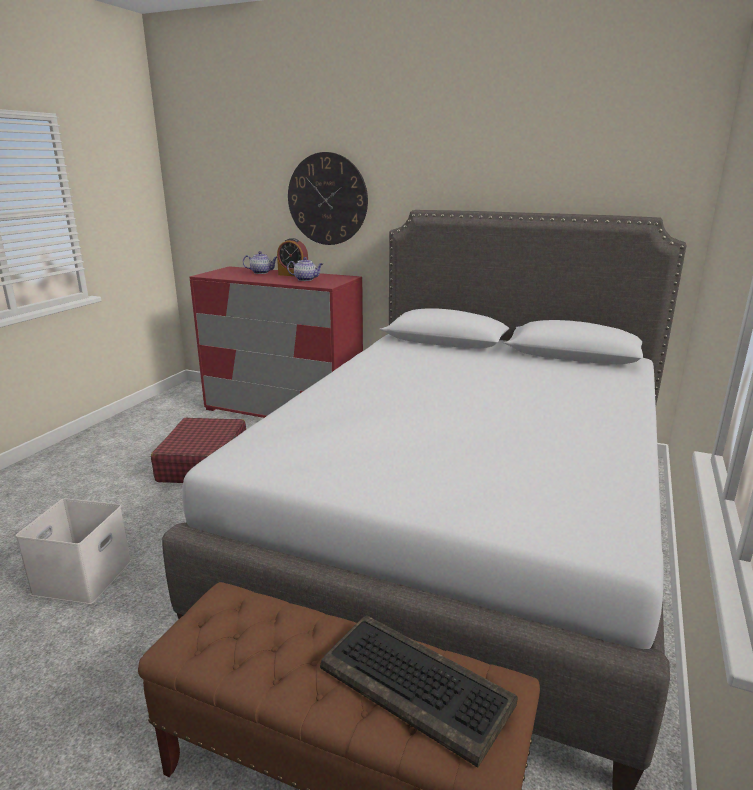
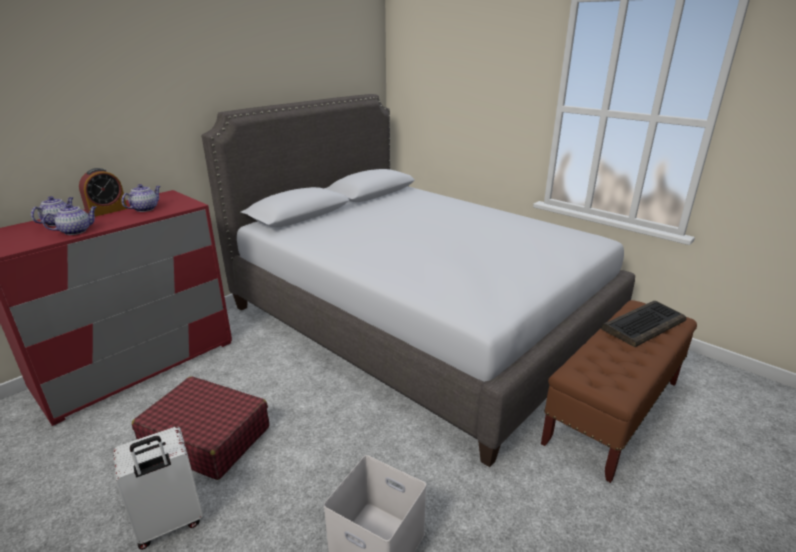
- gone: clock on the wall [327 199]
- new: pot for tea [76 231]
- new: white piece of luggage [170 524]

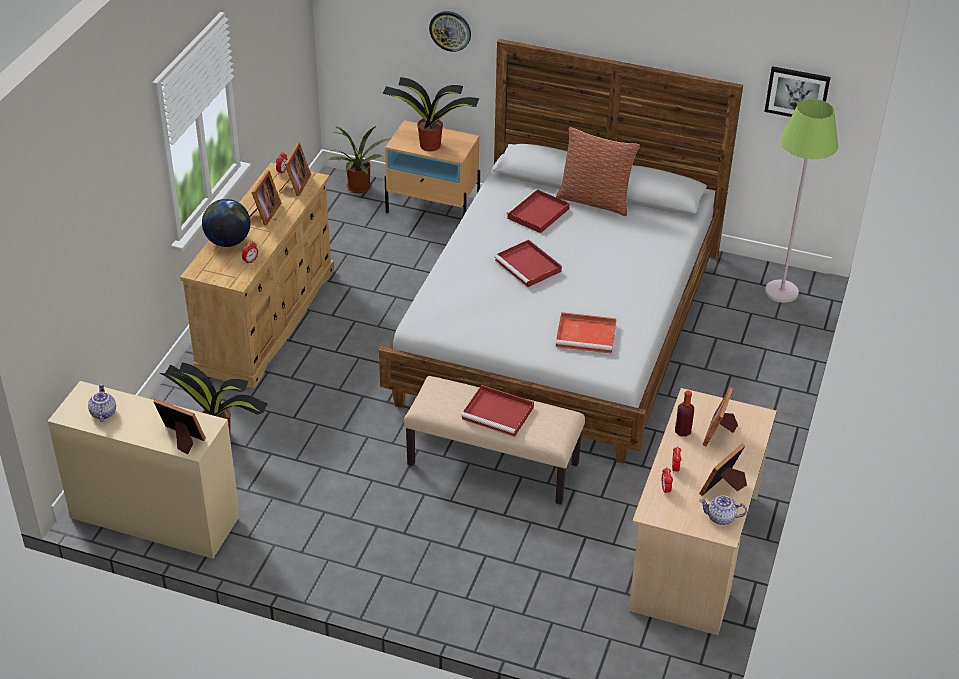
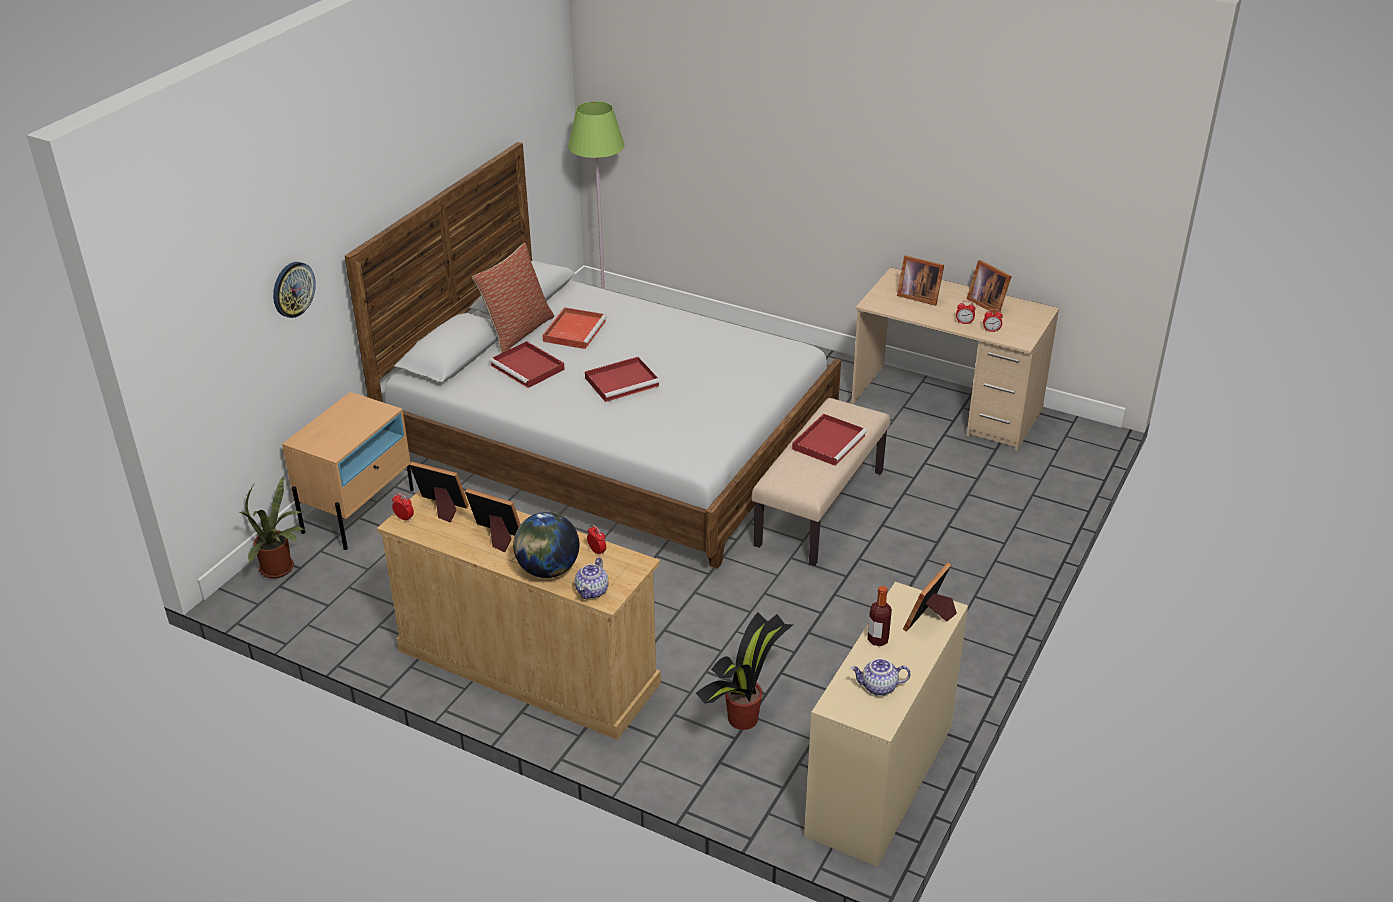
- gone: potted plant [429 145]
- shifted: red tray [587 335] to [574 330]
- shifted: beverage bottle [682 431] to [878 639]
- shifted: pot for tea [721 518] to [592 591]
- gone: wall picture [797 93]

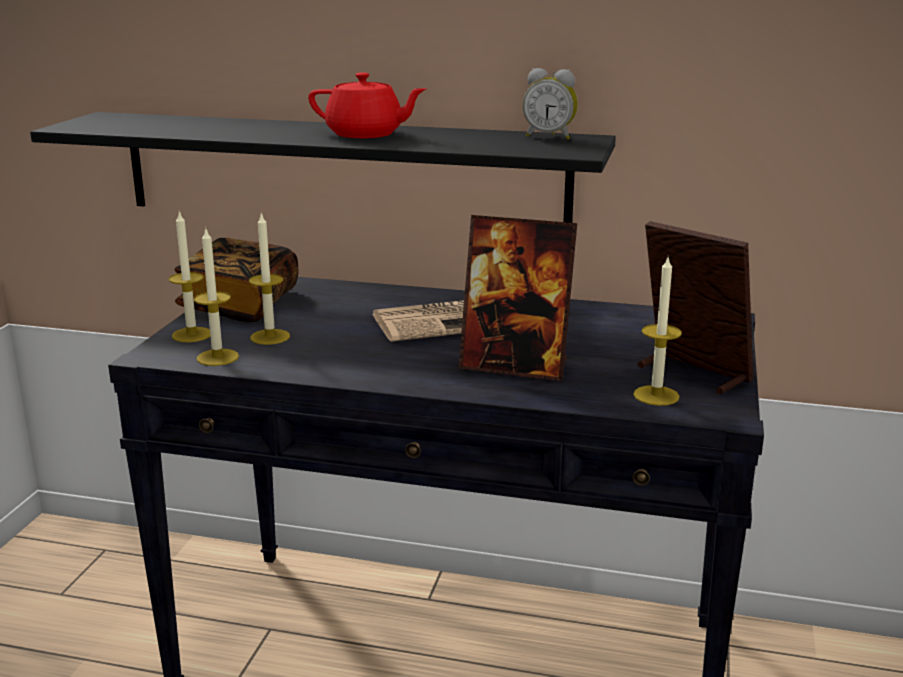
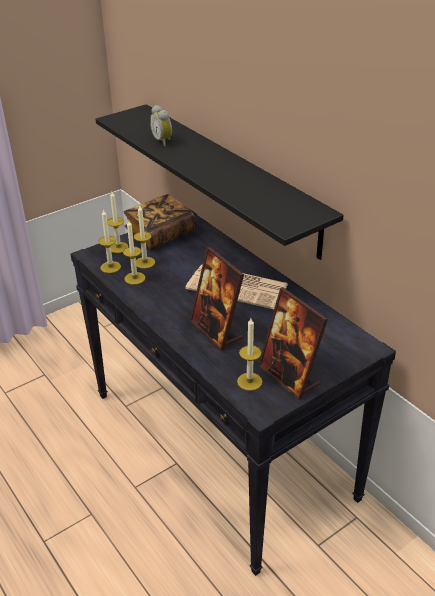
- gone: red pot for tea [366 134]
- shifted: bedside clock [549 136] to [163 141]
- rotated: photo frame [692 373] = [289 376] 150 degrees clockwise
- new: wax light [134 278]

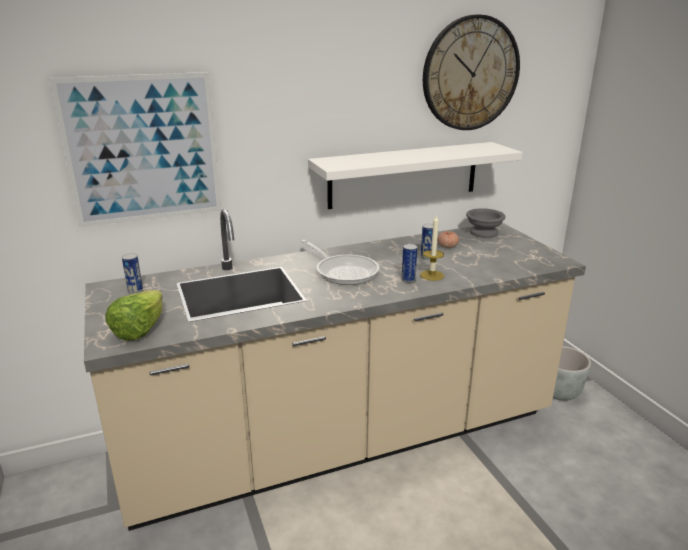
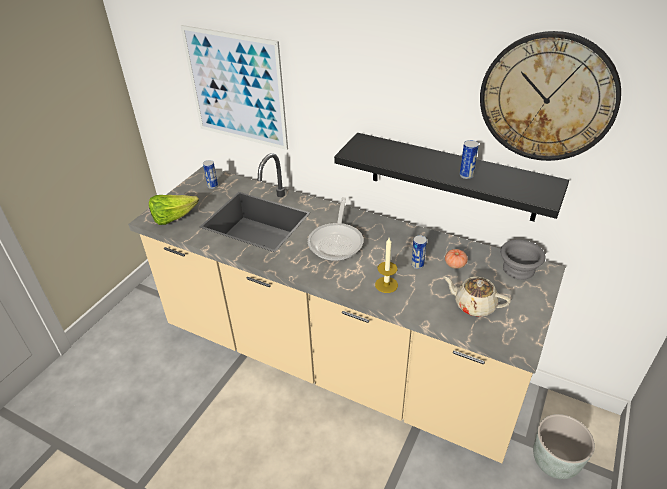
- repainted: white bracket shelf [404 175] to blackish bracket shelf [452 177]
- shifted: can [408 280] to [466 175]
- new: sand-coloured pot for tea [474 305]

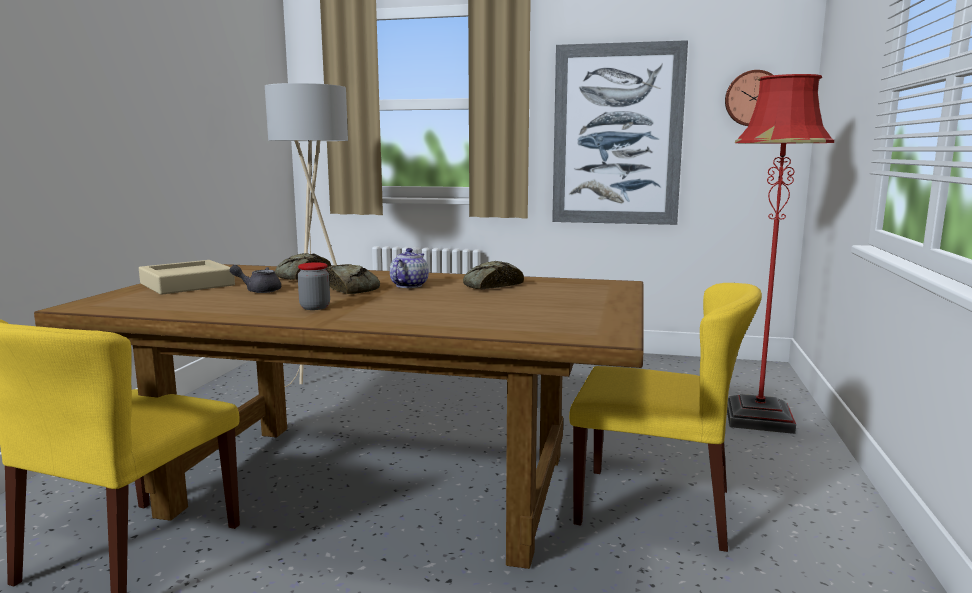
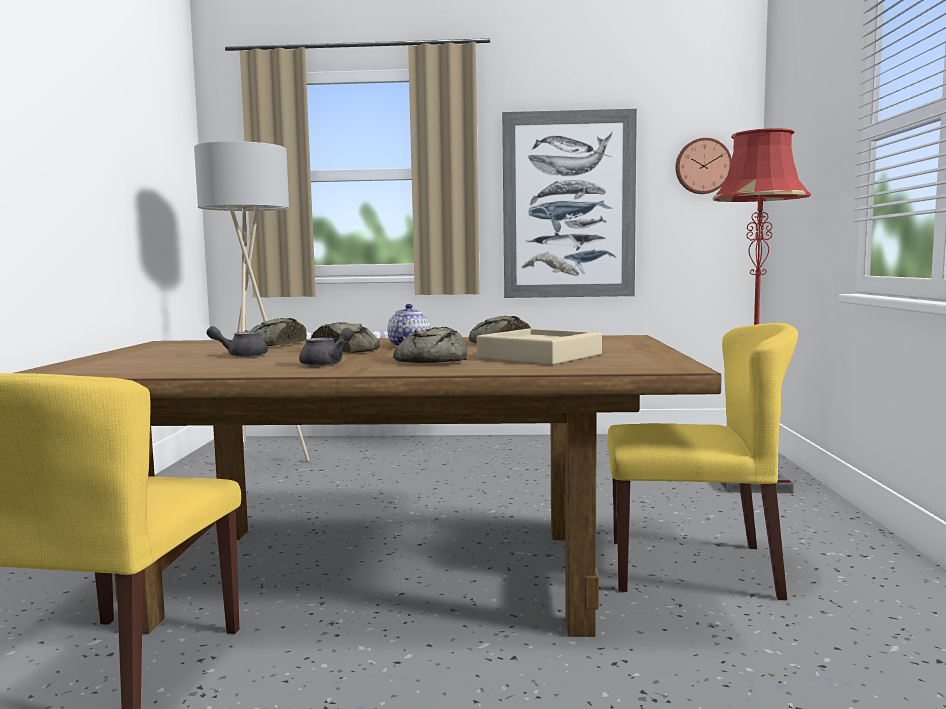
- shifted: sand-coloured tray [187 284] to [539 356]
- swapped: preserve jar [315 307] to grey pot for tea [327 363]
- new: bakery bread [430 361]

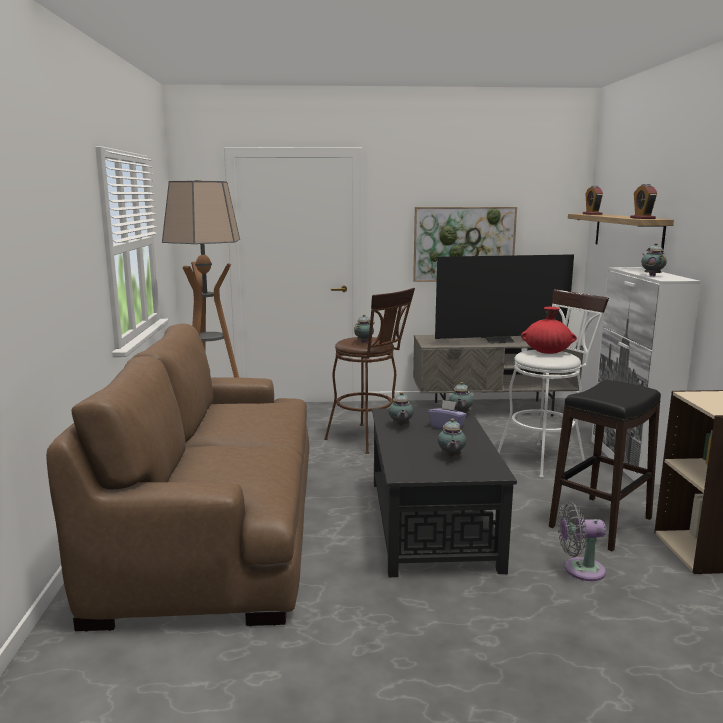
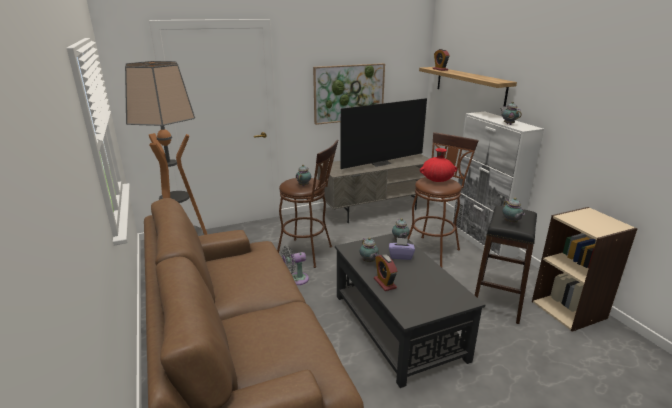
- shifted: pot for tea [451 457] to [511 222]
- repainted: white sitting stool [545 458] to brown sitting stool [433 249]
- shifted: grey fan [580 570] to [295 279]
- shifted: bedside clock [642 218] to [385 283]

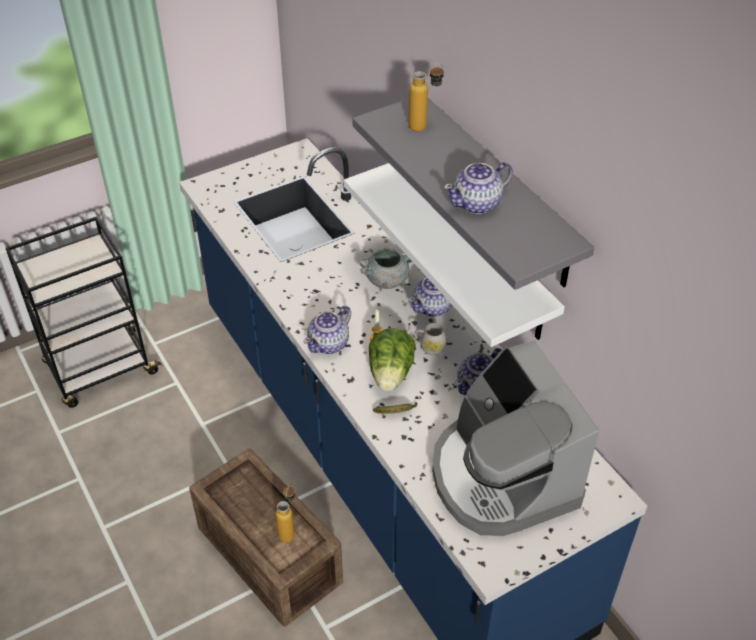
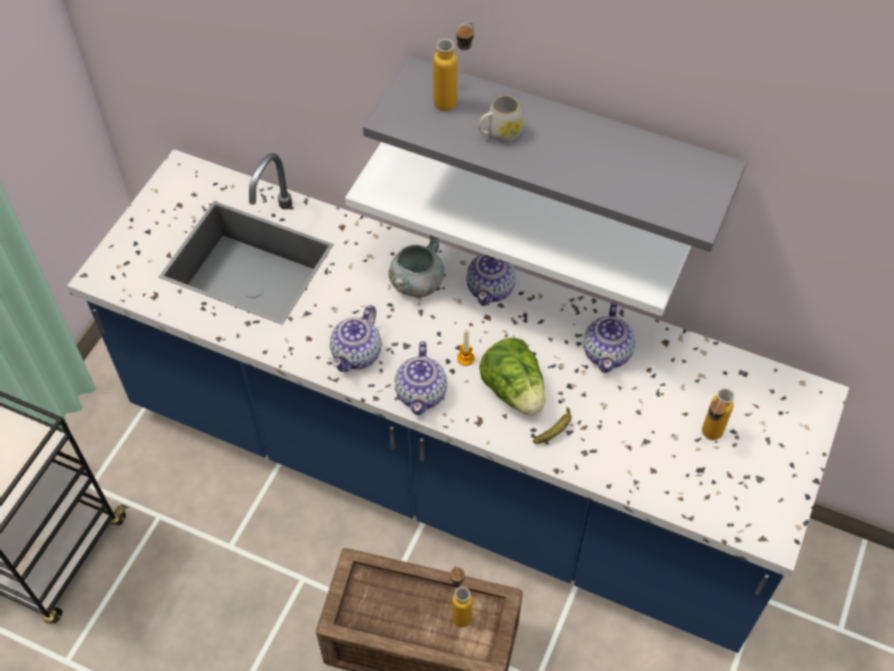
- shifted: white mug [429 347] to [499 134]
- swapped: coffee maker [502 477] to beverage bottle [708 438]
- shifted: pot for tea [477 203] to [357 353]

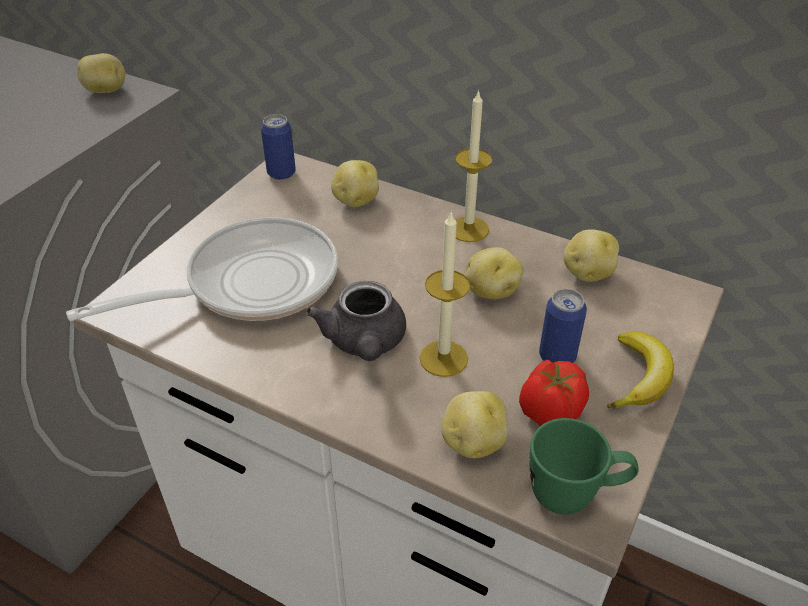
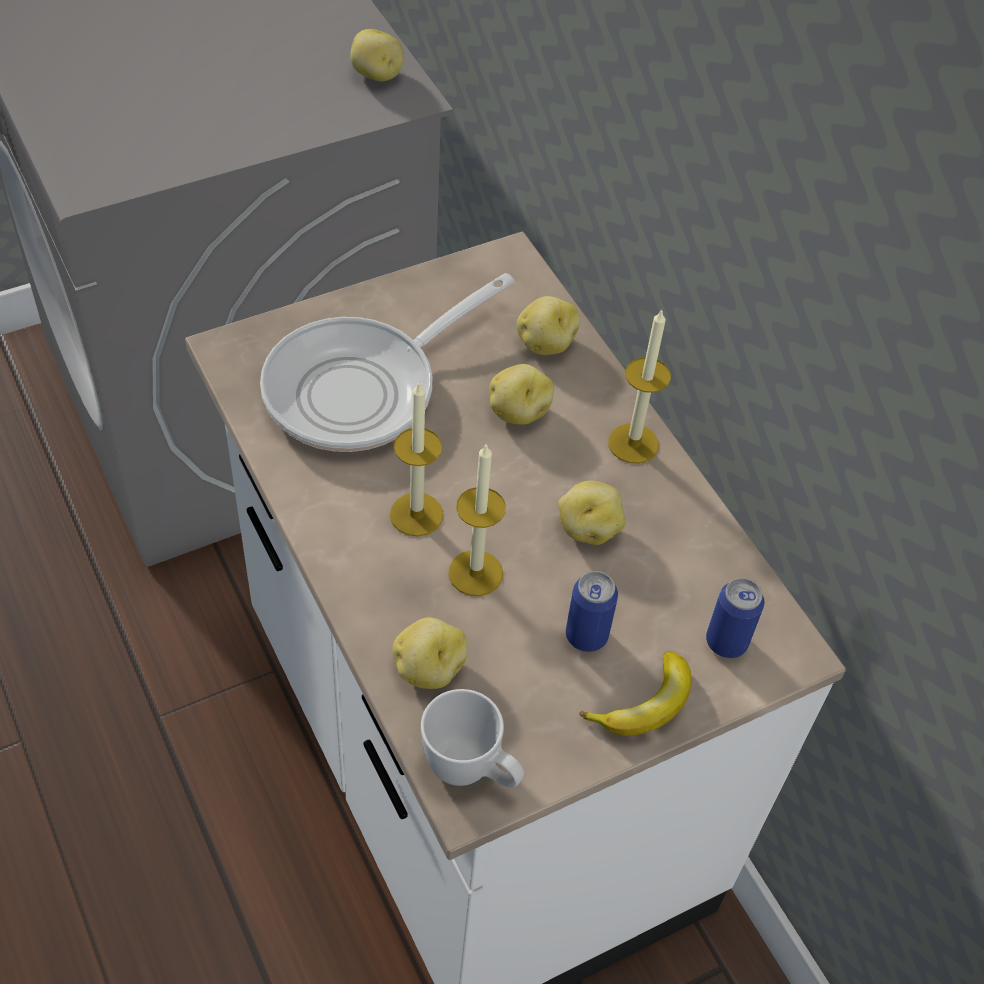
- rotated: pan [249 283] = [363 388] 135 degrees clockwise
- shifted: can [281 173] to [726 642]
- swapped: grey pot for tea [364 343] to wax light [416 514]
- gone: tomato [549 412]
- repainted: green-coloured mug [575 495] to white mug [472 771]
- shifted: potato [587 273] to [518 411]

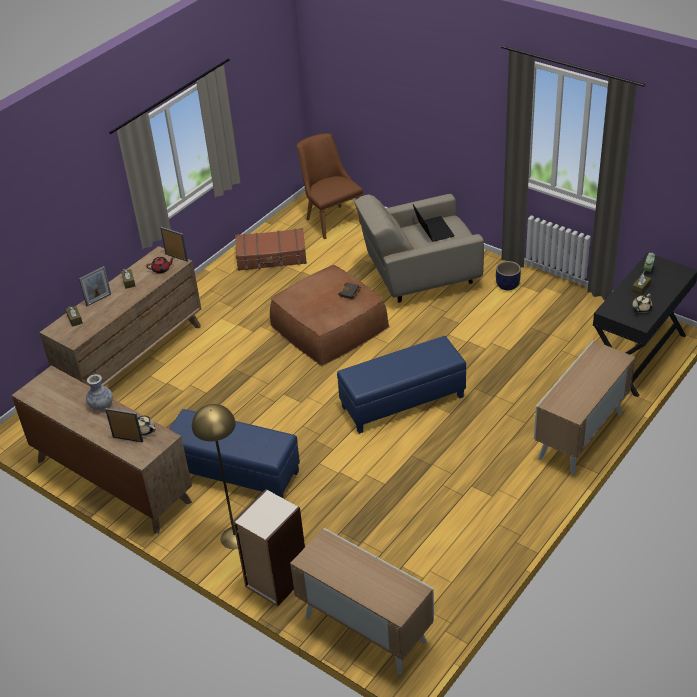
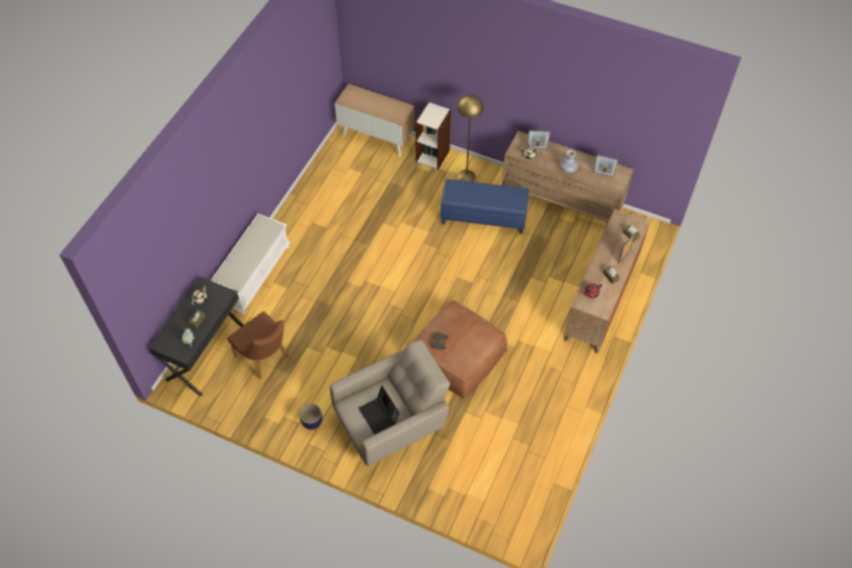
- shifted: photo frame [176 257] to [603 174]
- gone: brown piece of luggage [272 257]
- shifted: brown chair [330 219] to [266 359]
- gone: blue ottoman [402 402]
- swapped: cupboard [581 436] to white long seat [254 274]

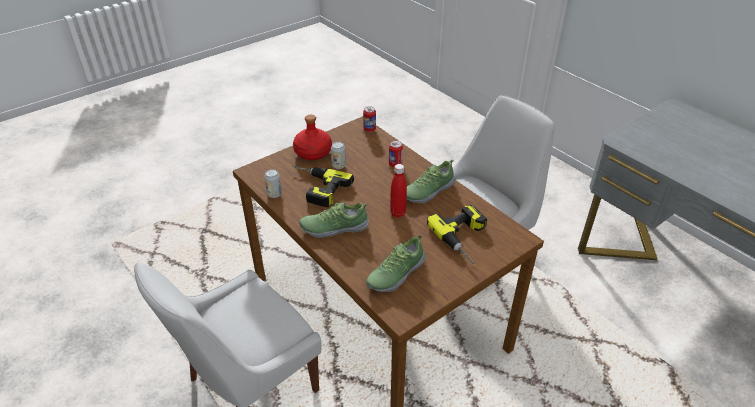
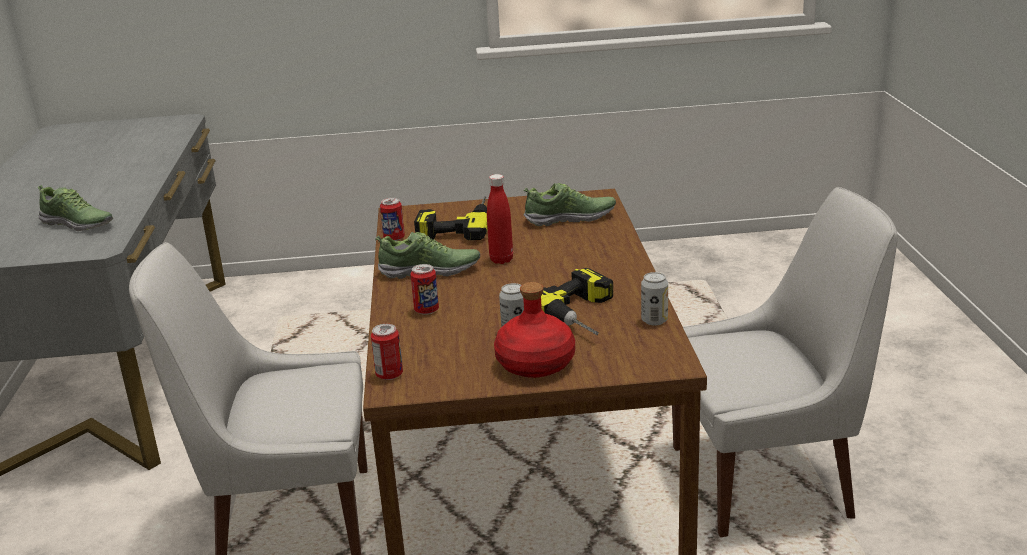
- shifted: shoe [334 227] to [78 224]
- new: can [394 238]

